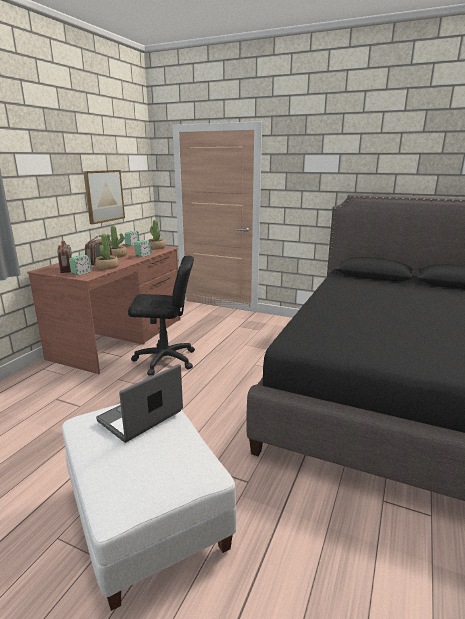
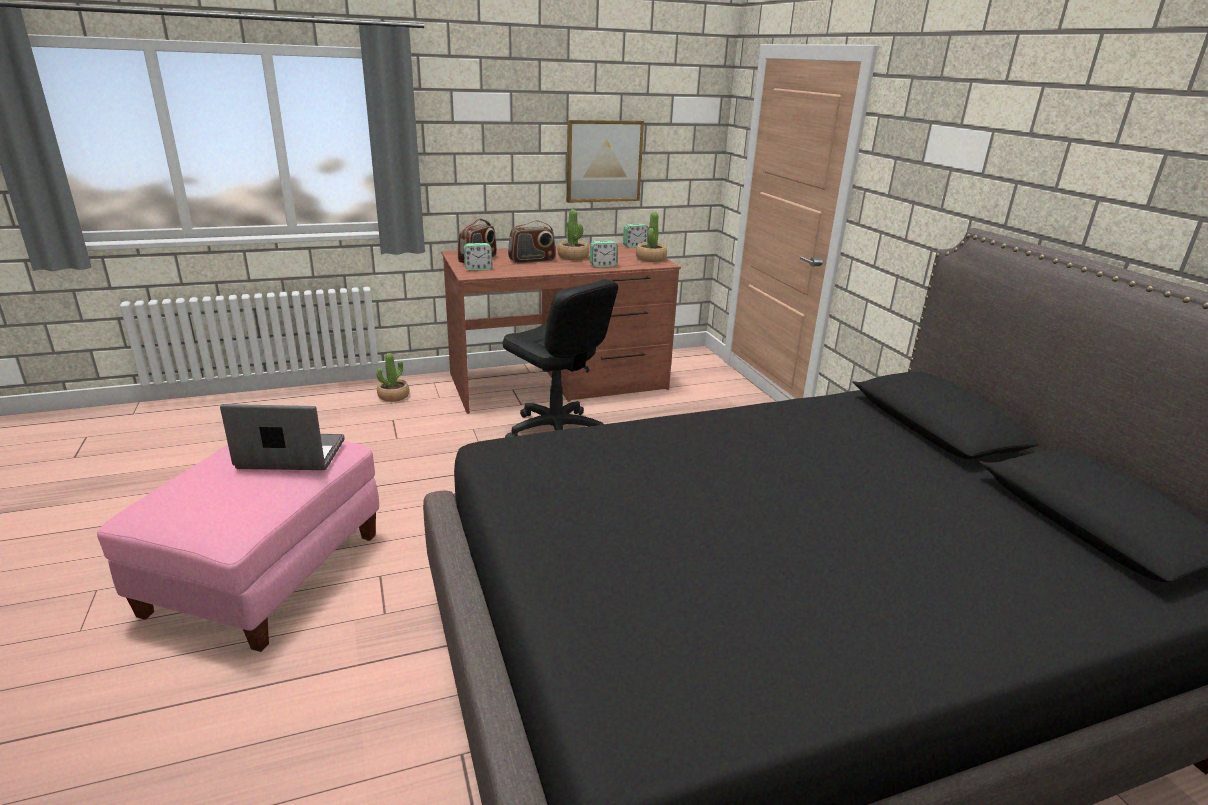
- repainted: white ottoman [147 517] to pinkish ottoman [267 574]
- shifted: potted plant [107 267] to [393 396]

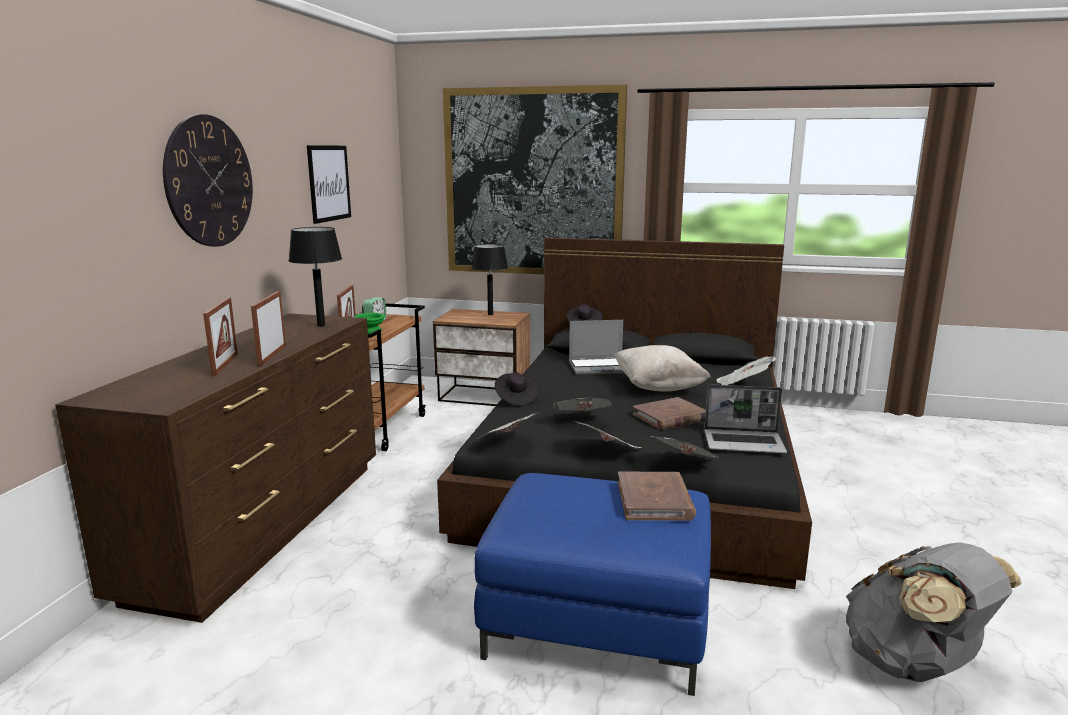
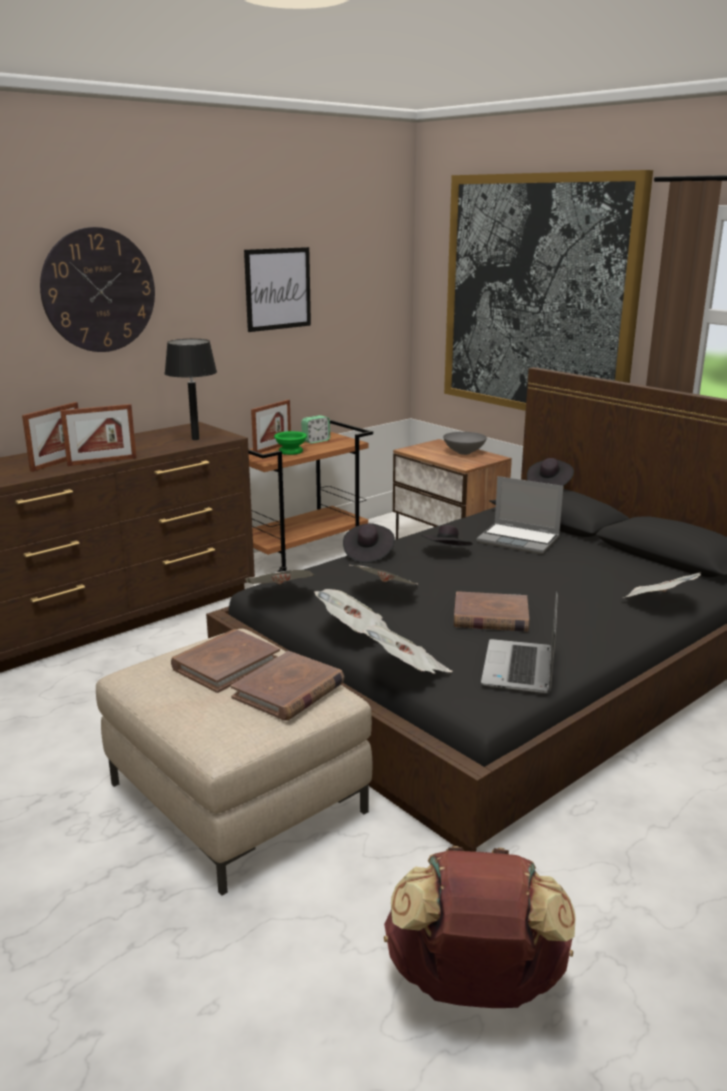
- rotated: photo frame [272 355] = [102 461] 150 degrees counterclockwise
- swapped: blackish lamp for a table [490 314] to grey bowl [463 452]
- repainted: blue ottoman [597 621] to sand-coloured ottoman [237 797]
- gone: sand-coloured pillow [658 387]
- rotated: notebook computer [744 443] = [520 669] 60 degrees clockwise
- repainted: grey knapsack [913 665] to brown knapsack [474 987]
- new: brown volume [226 664]
- new: blackish wearable hat [446 553]

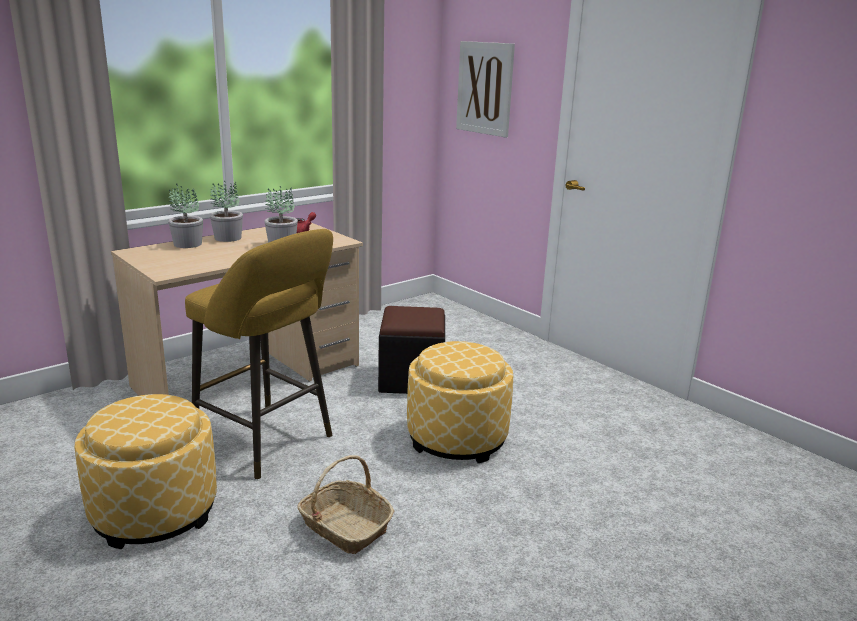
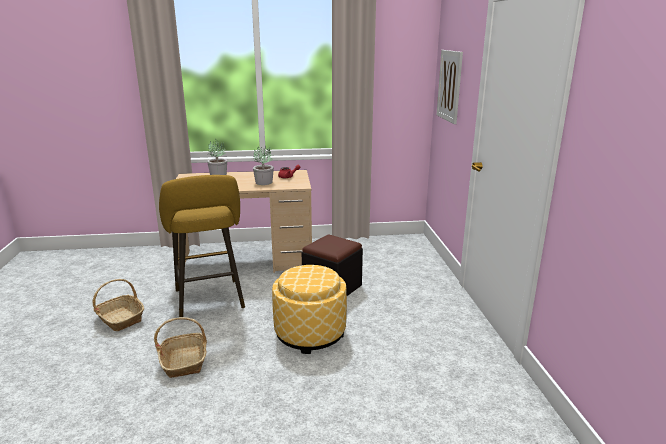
- swapped: ottoman [154 511] to storage basket [120 319]
- gone: potted plant [228 238]

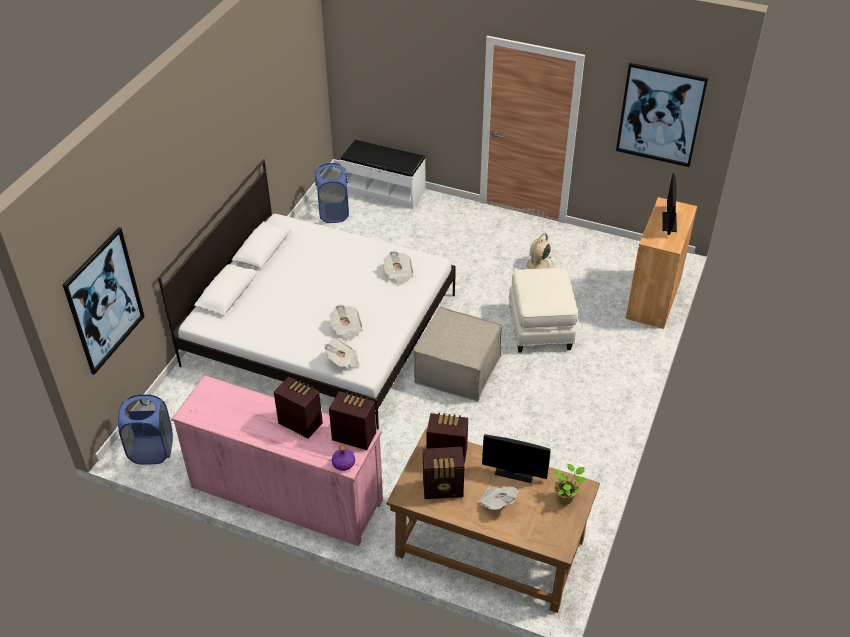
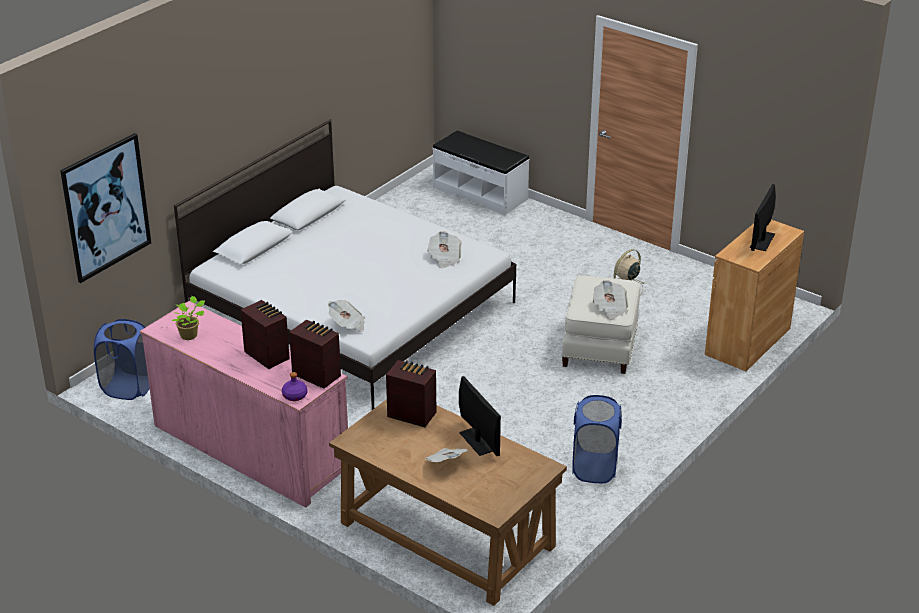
- shifted: blue washing basket [333 213] to [594 468]
- shifted: newspaper [346 329] to [610 308]
- gone: sand-coloured ottoman [458 369]
- gone: radio receiver [444 489]
- rotated: computer screen [514 472] = [477 441] 150 degrees counterclockwise
- shifted: potted plant [565 497] to [190 335]
- gone: wall picture [660 115]

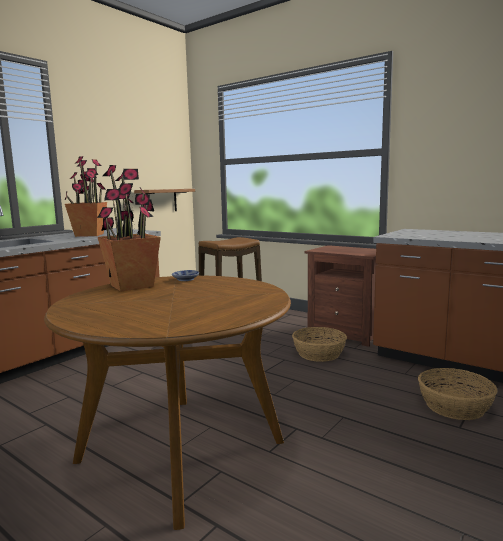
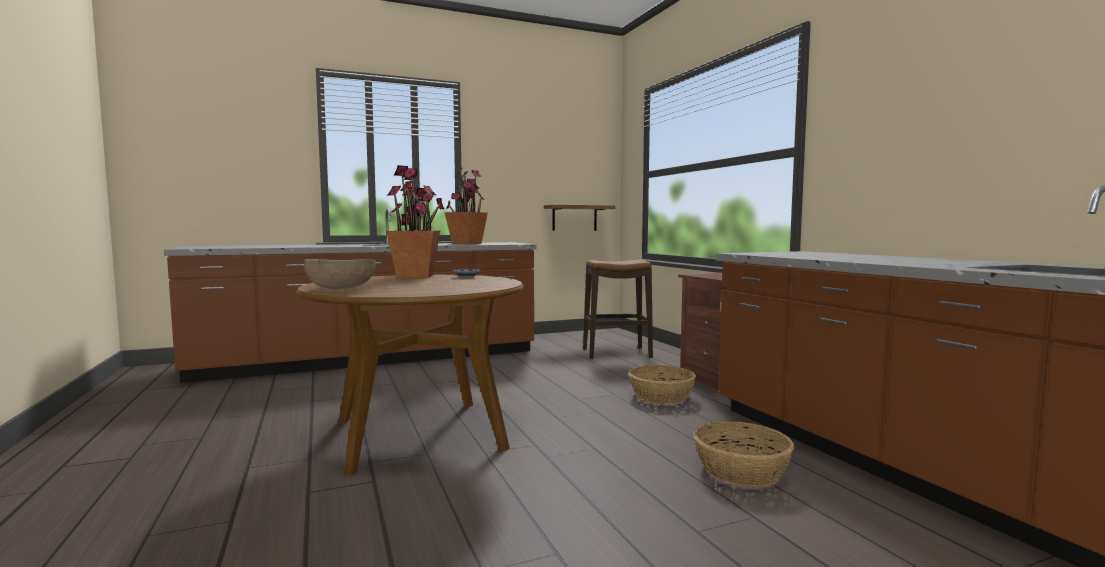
- new: brown bowl [340 290]

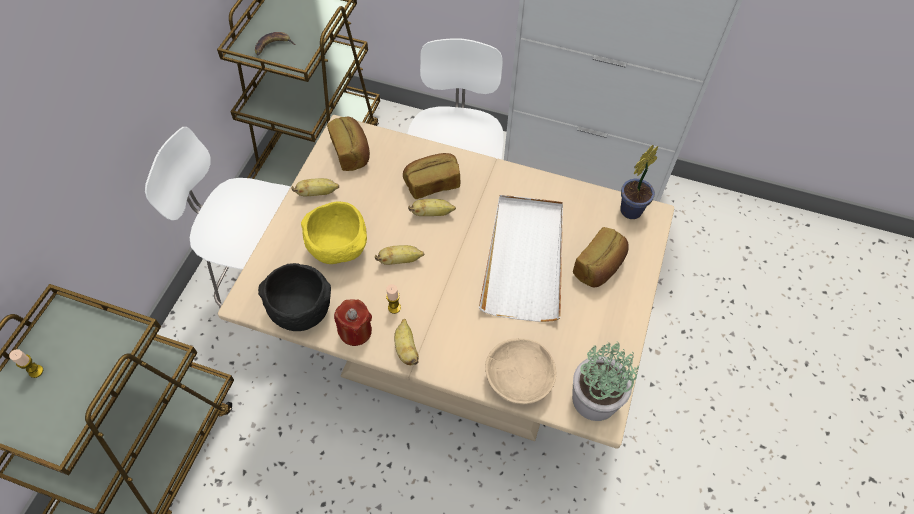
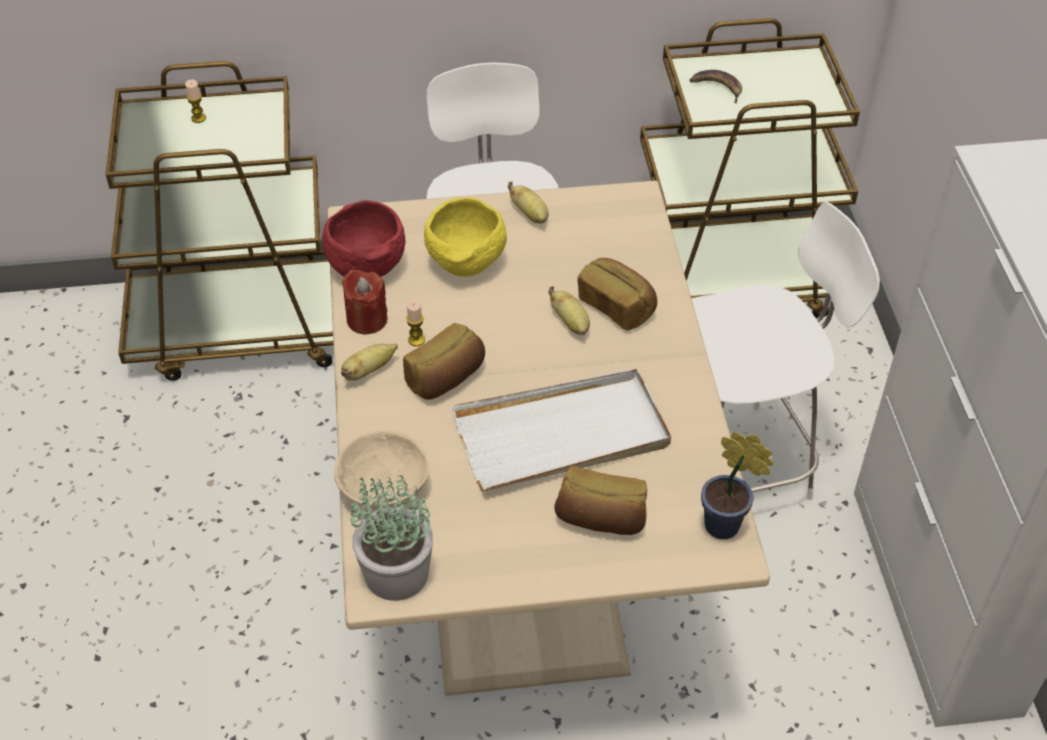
- repainted: blackish bowl [300 311] to red bowl [366 266]
- shifted: bakery bread [351 152] to [446 378]
- gone: banana fruit [400 260]

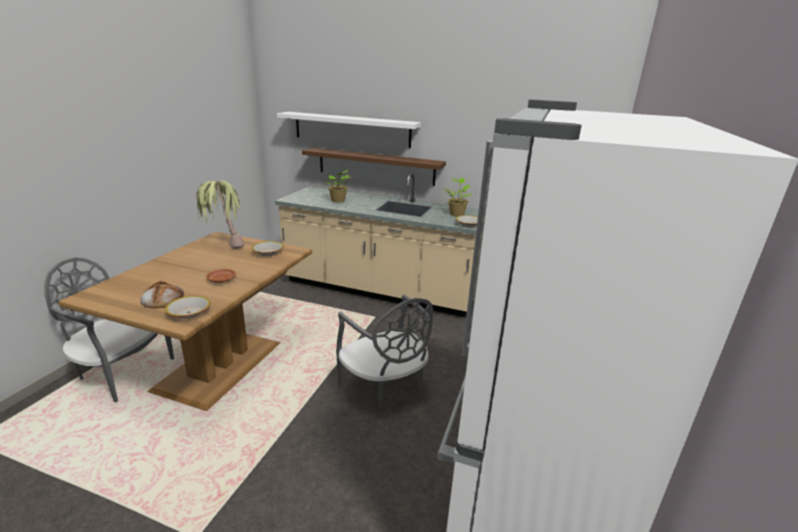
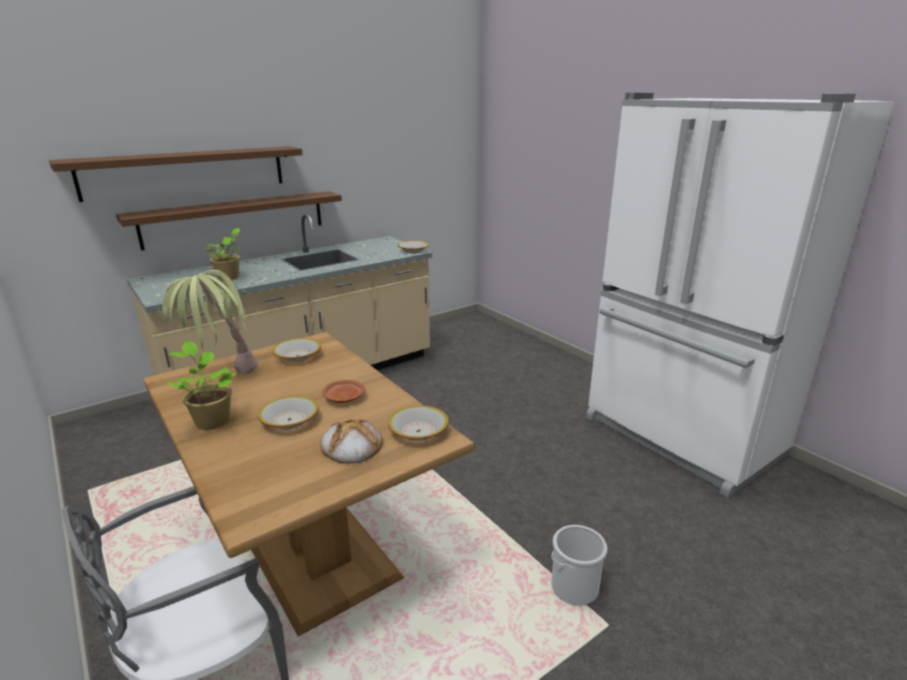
- repainted: white bracket shelf [351 129] to brown bracket shelf [186 172]
- gone: grey chair [384 390]
- shifted: potted plant [456 214] to [211 420]
- new: bowl [289 420]
- new: pail [574 587]

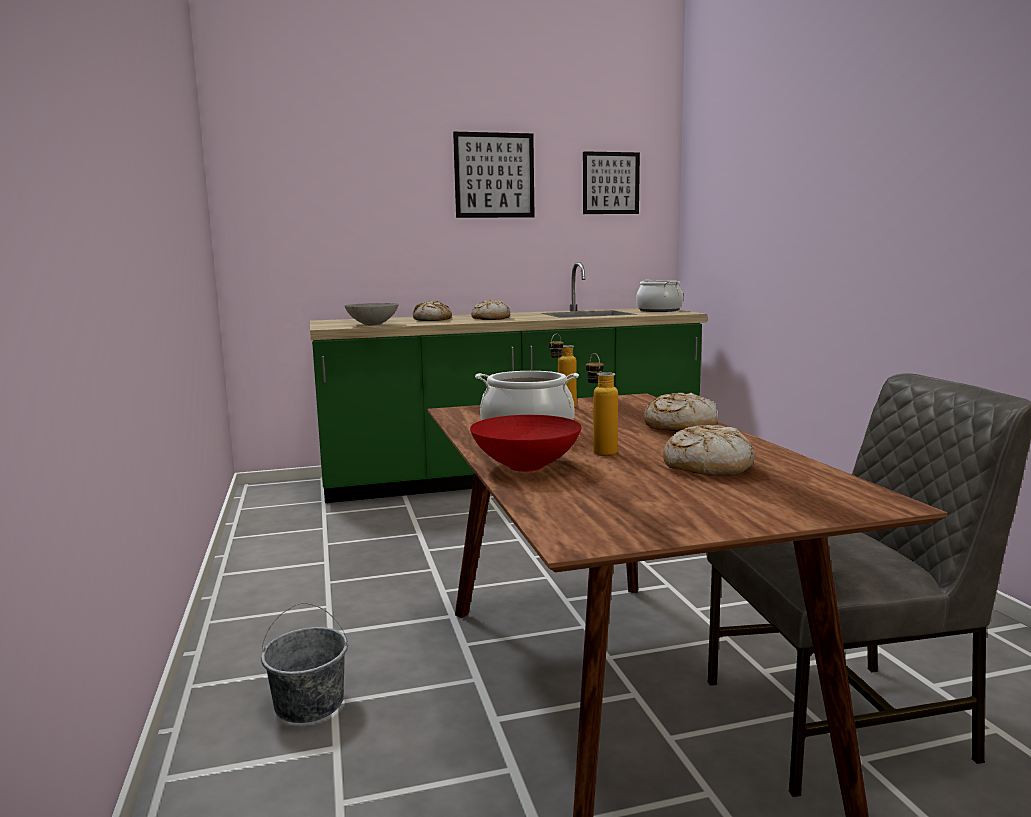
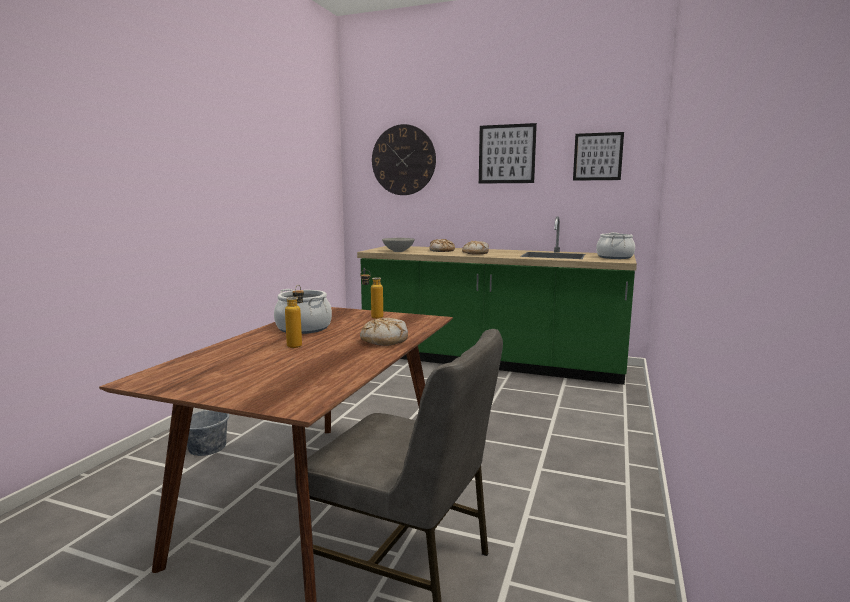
- gone: red bowl [527 467]
- gone: bakery bread [706 467]
- new: clock on the wall [403 160]

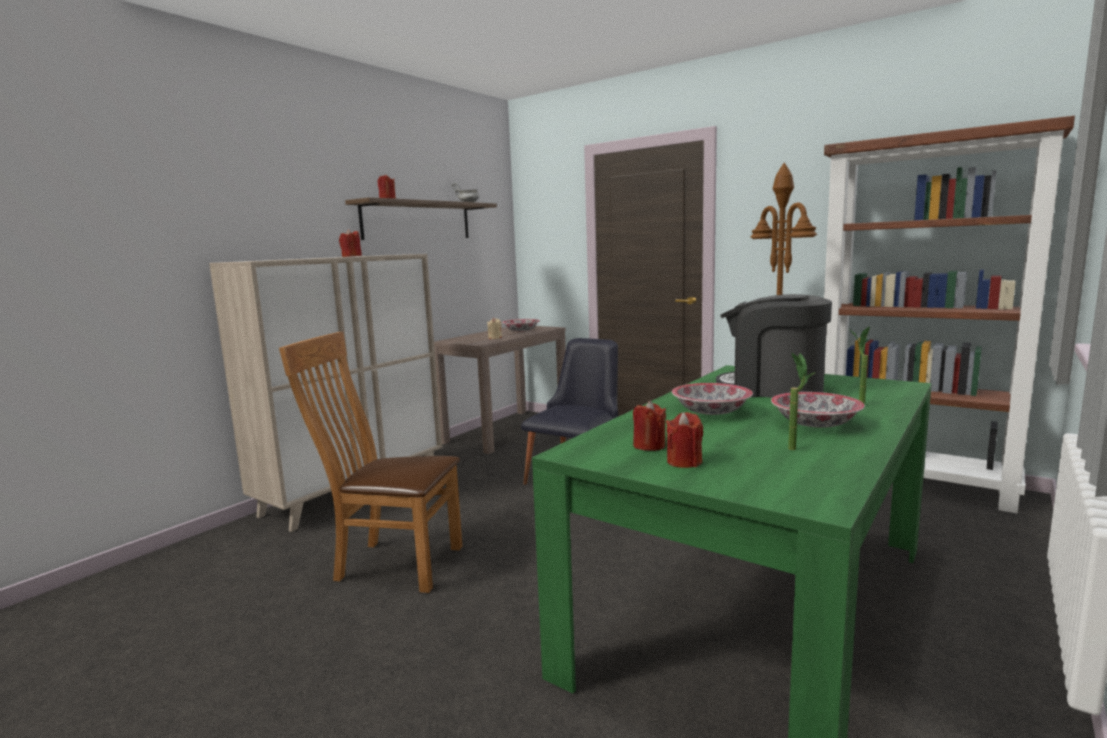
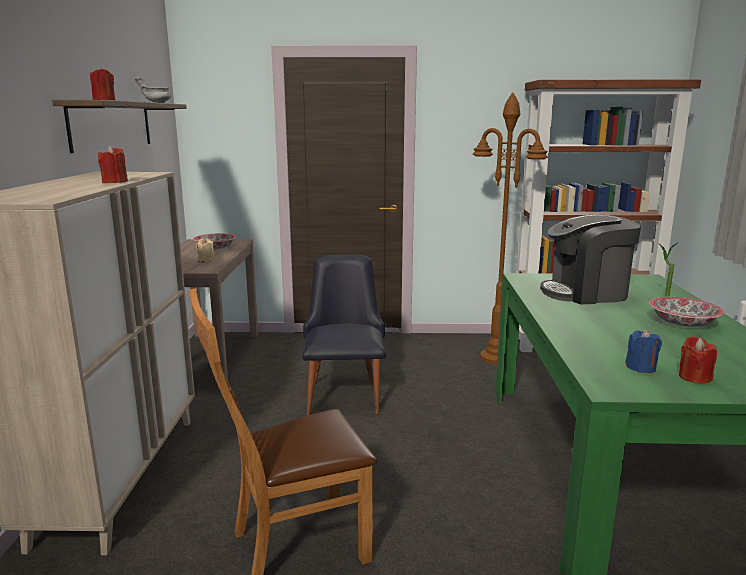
- repainted: red wax light [649 446] to blue wax light [640 367]
- gone: bowl [710 412]
- gone: potted plant [795 447]

